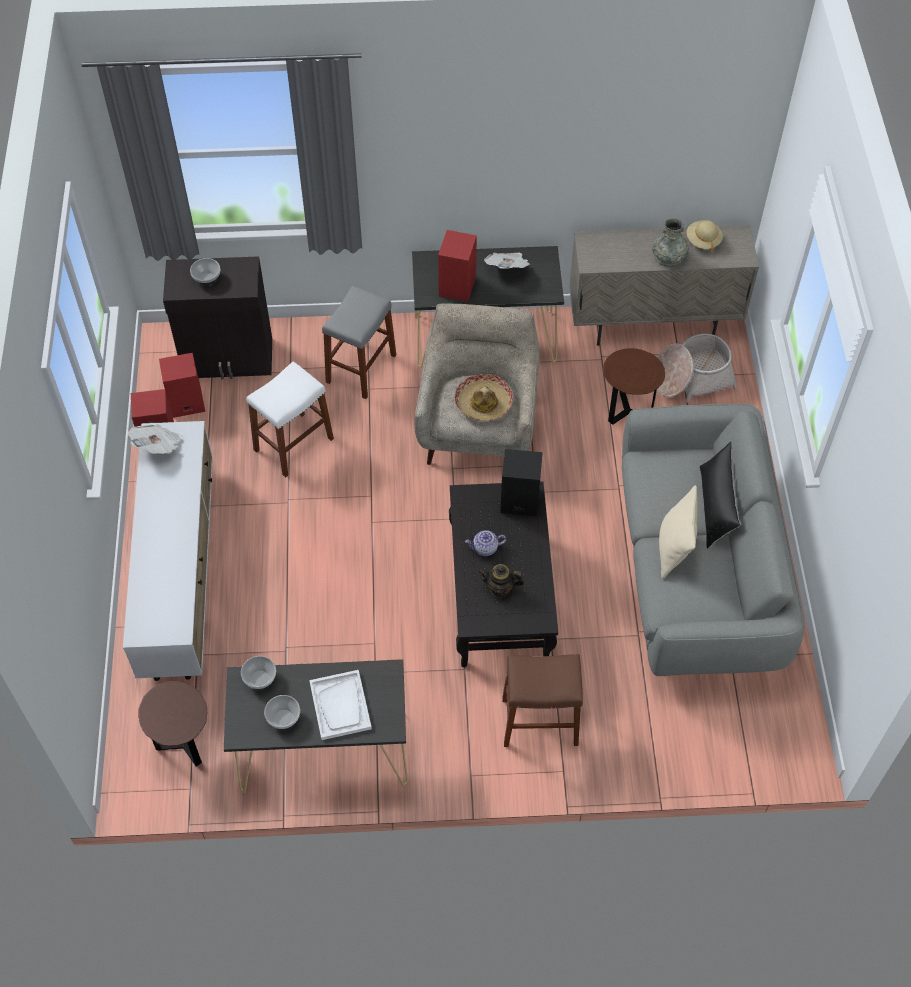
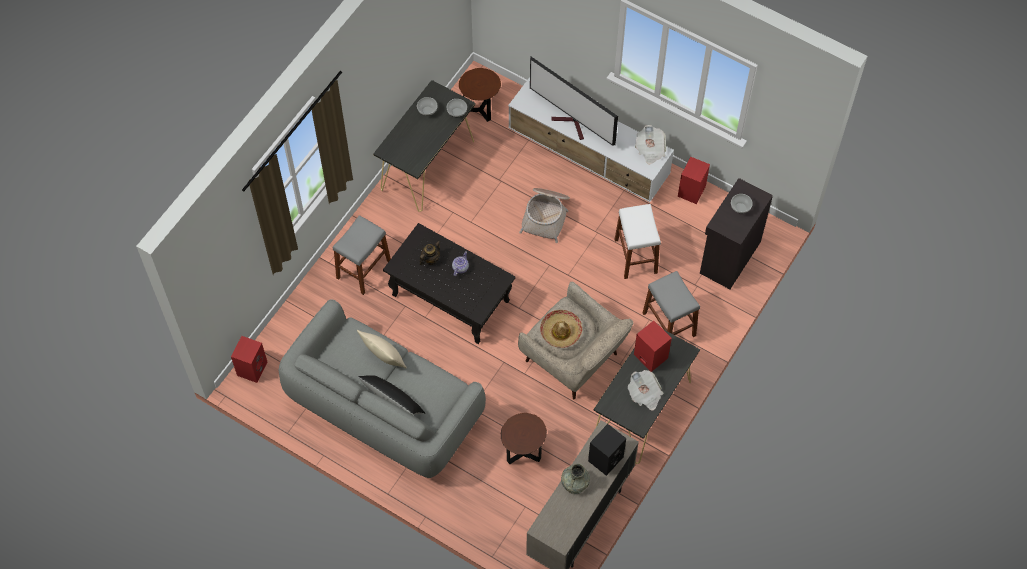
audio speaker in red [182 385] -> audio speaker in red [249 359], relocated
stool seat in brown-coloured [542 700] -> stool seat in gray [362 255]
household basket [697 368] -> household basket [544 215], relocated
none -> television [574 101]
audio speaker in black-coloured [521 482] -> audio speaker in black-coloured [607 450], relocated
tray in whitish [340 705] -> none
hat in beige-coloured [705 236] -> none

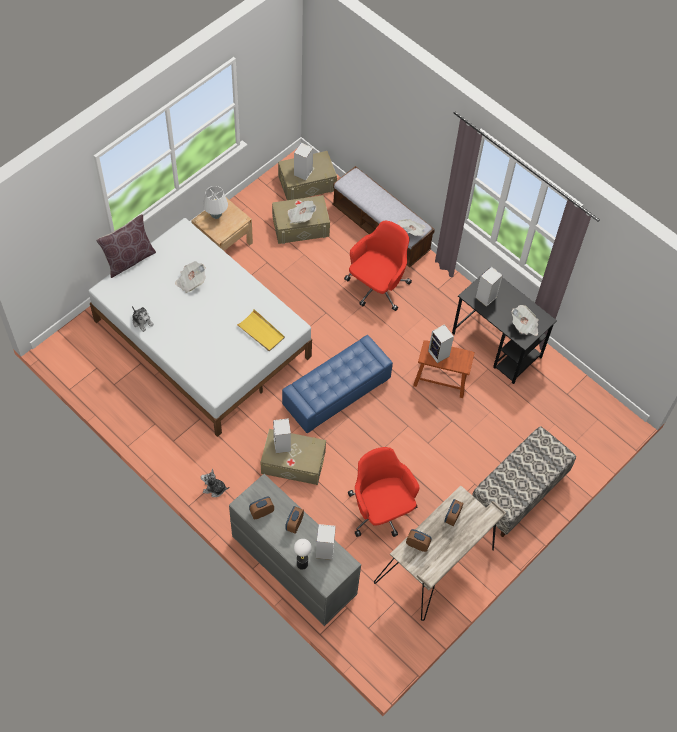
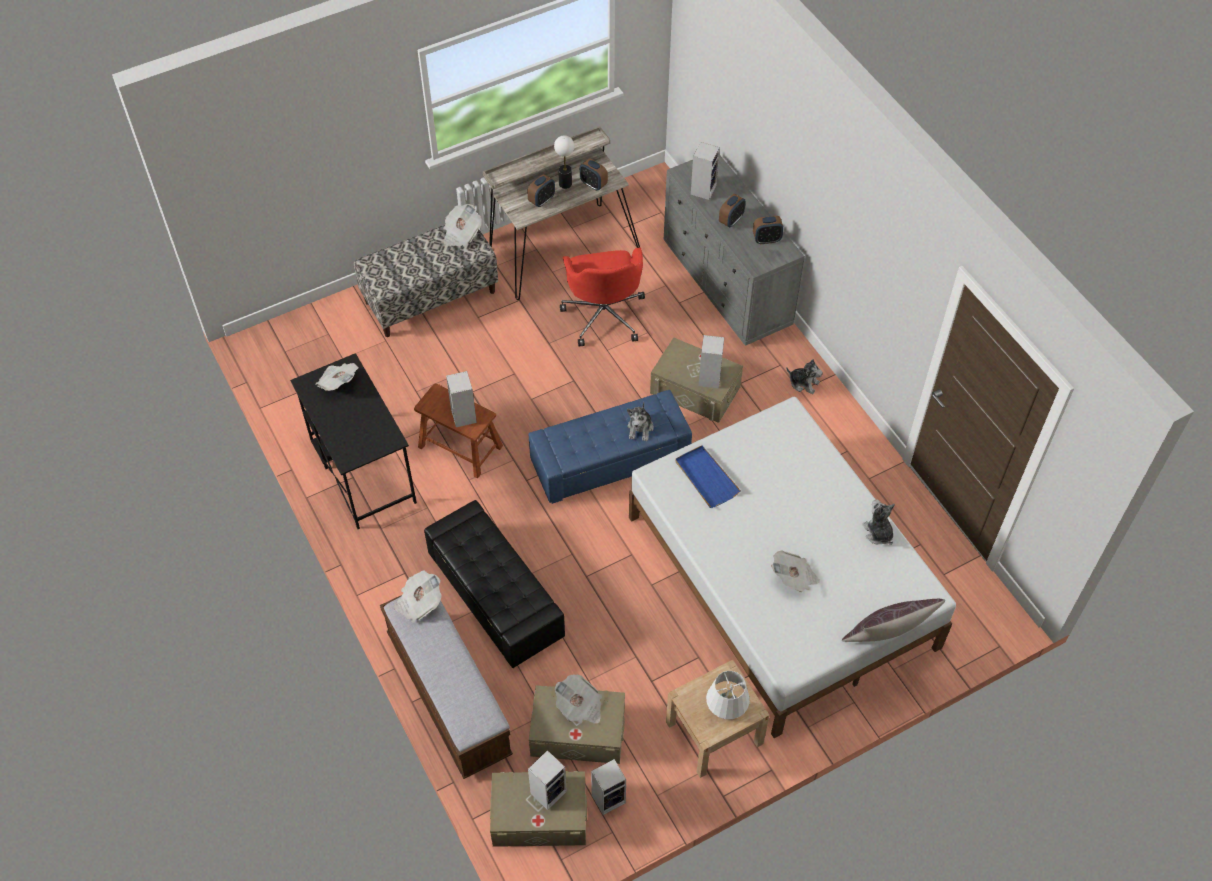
office chair in red [378 266] -> pouffe in black-coloured [494 584]
none -> newspaper [462 225]
lamp for a table [303 554] -> lamp for a table [564 162], relocated
audio speaker [489 286] -> audio speaker [608 787], relocated
none -> cuddly toy [640 421]
tray in yellow-coloured [260 330] -> tray in bluish [708 477]

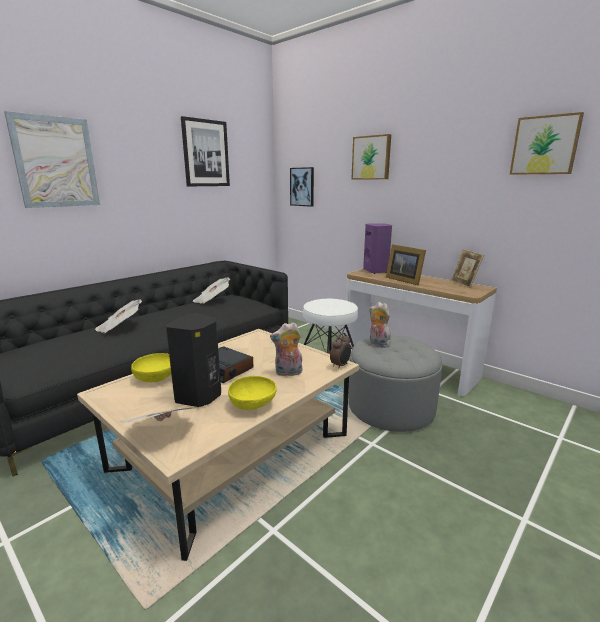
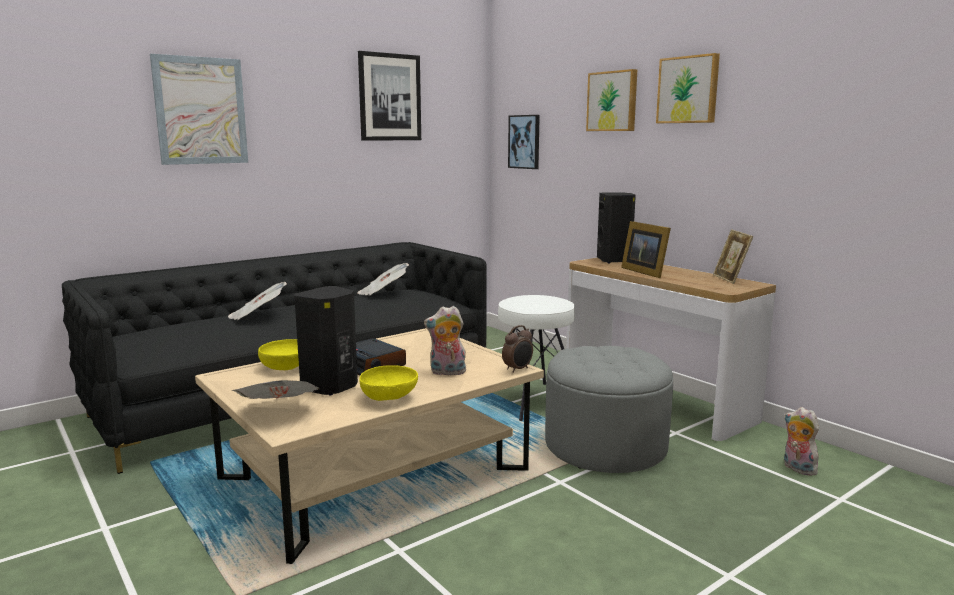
audio speaker in purple-coloured [377 248] -> audio speaker in black-coloured [616 227]
wall art [547 143] -> wall art [688 88], relocated
cuddly toy [379 325] -> cuddly toy [801 441], relocated

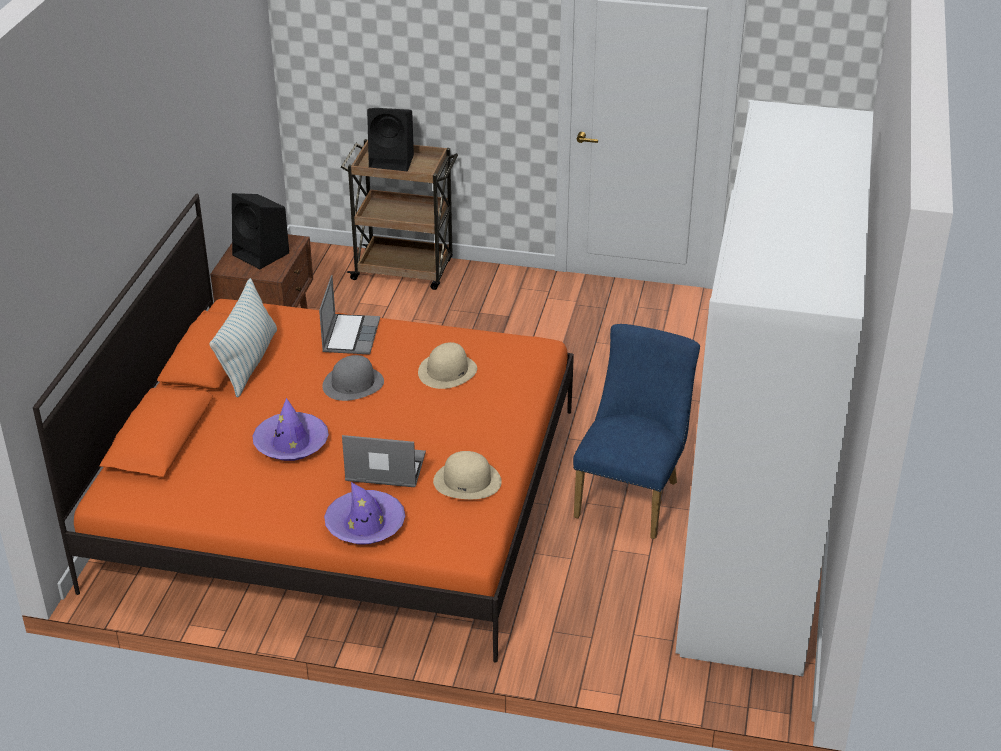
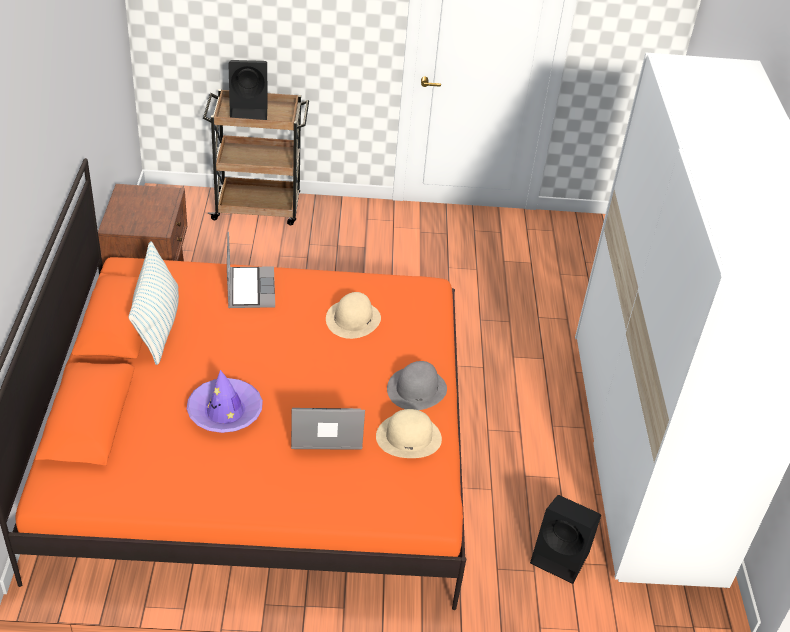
hat in gray [353 378] -> hat in gray [417 385], relocated
audio speaker in black-coloured [260 231] -> audio speaker in black-coloured [565 539], relocated
hat in purple-coloured [364 513] -> none
upright chair in bluish [636 431] -> none

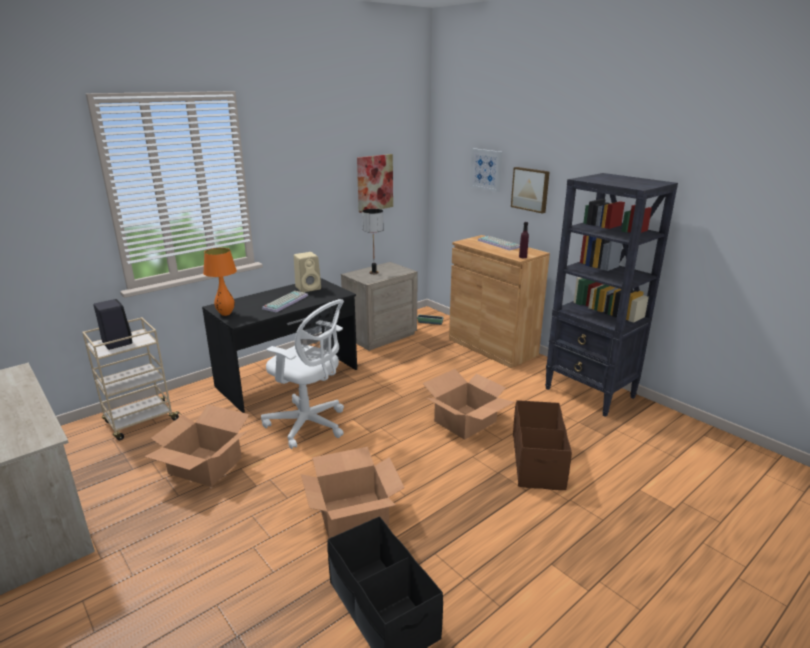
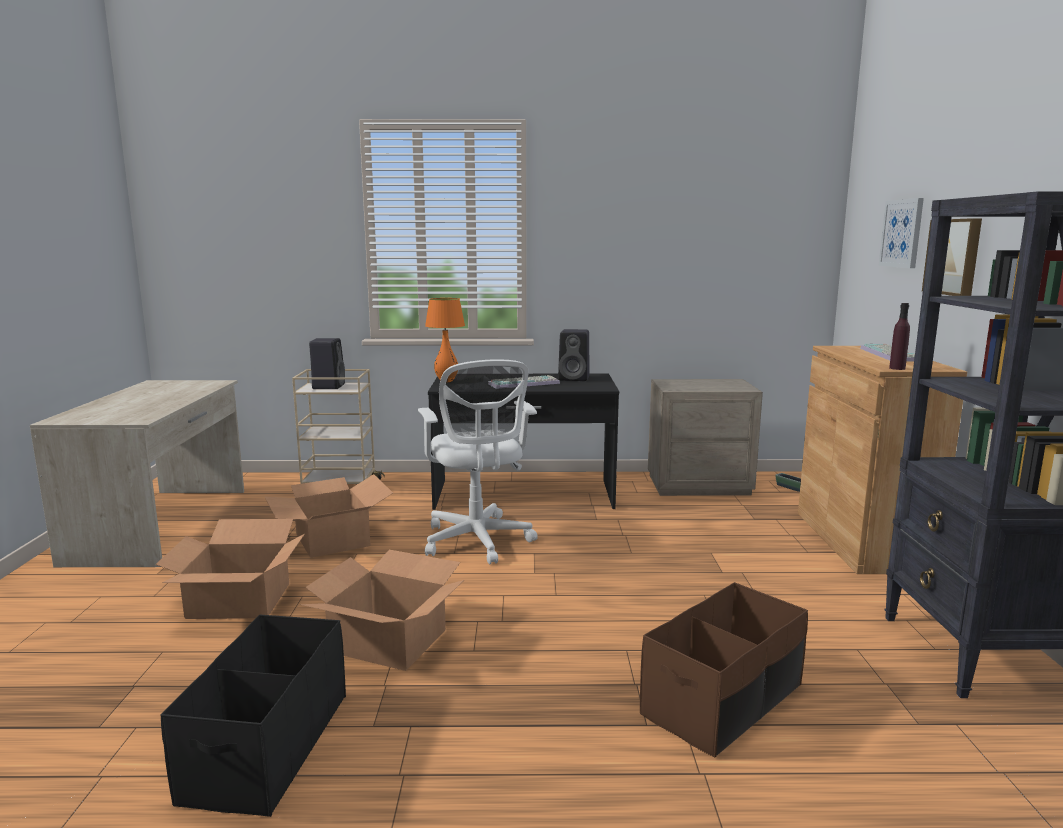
packing box [468 404] -> packing box [230 569], relocated
audio speaker in beige-coloured [307 272] -> audio speaker in black-coloured [574 355]
wall art [375 183] -> none
lamp for a table [373 241] -> none

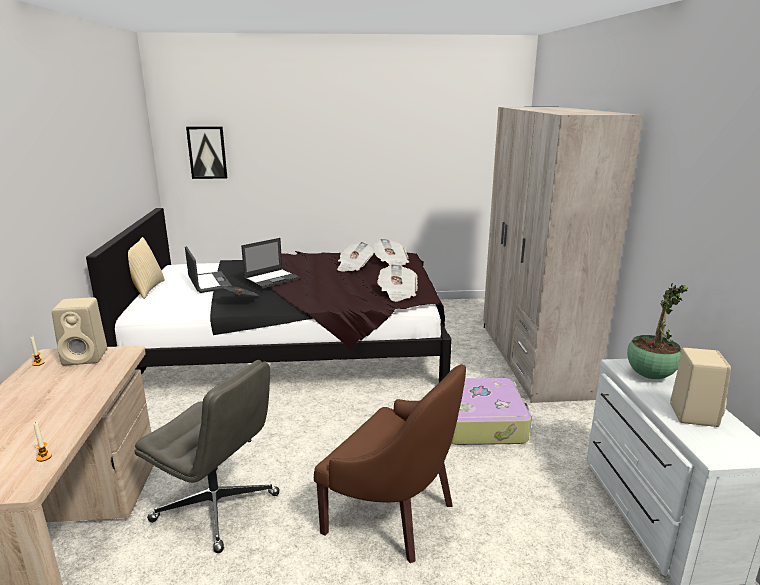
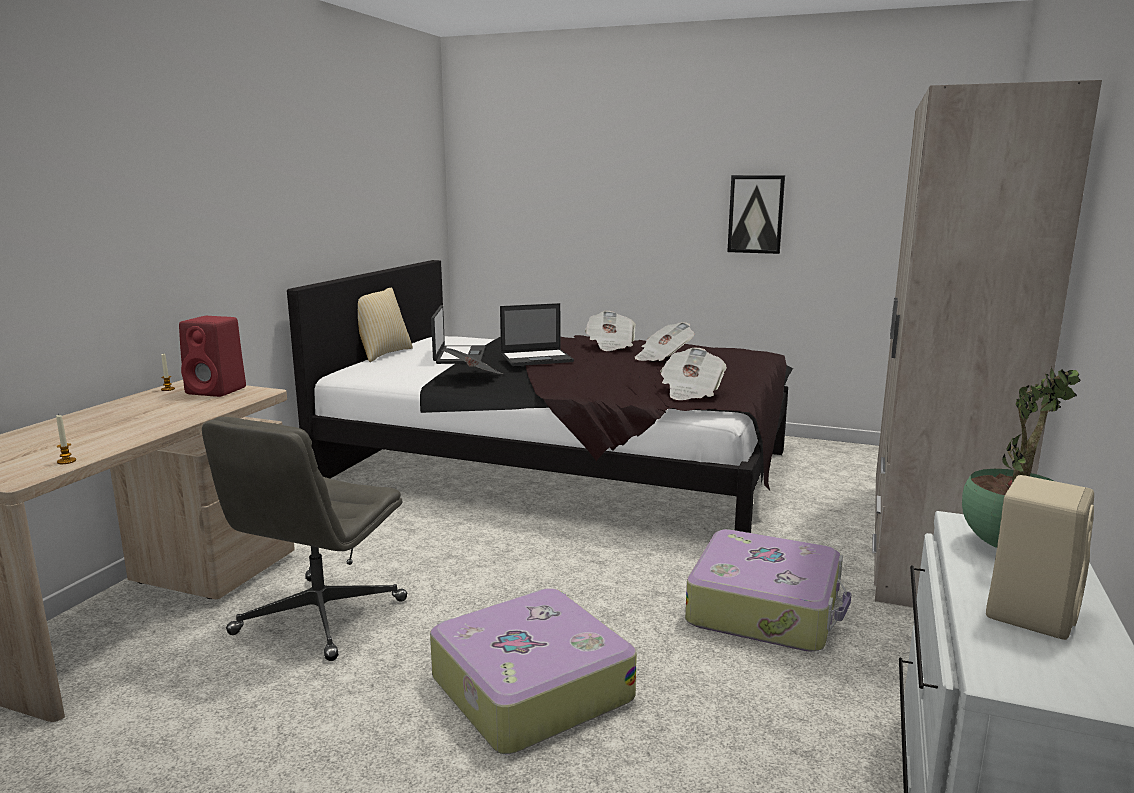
audio speaker in beige-coloured [79 331] -> audio speaker in red [212 356]
office chair in gray [207 456] -> office chair in gray [305 539], 60 degrees clockwise
armchair in brown-coloured [390 463] -> piece of luggage [533 671]
newspaper [391 252] -> newspaper [610 331], relocated
wall art [206 152] -> wall art [756 214], relocated

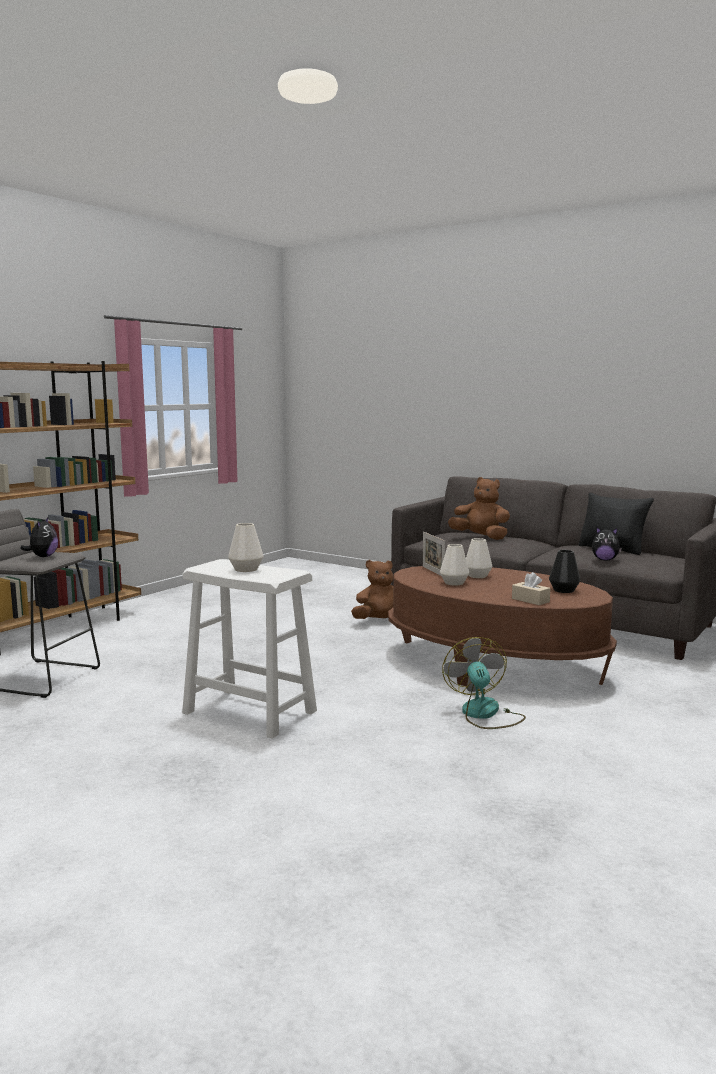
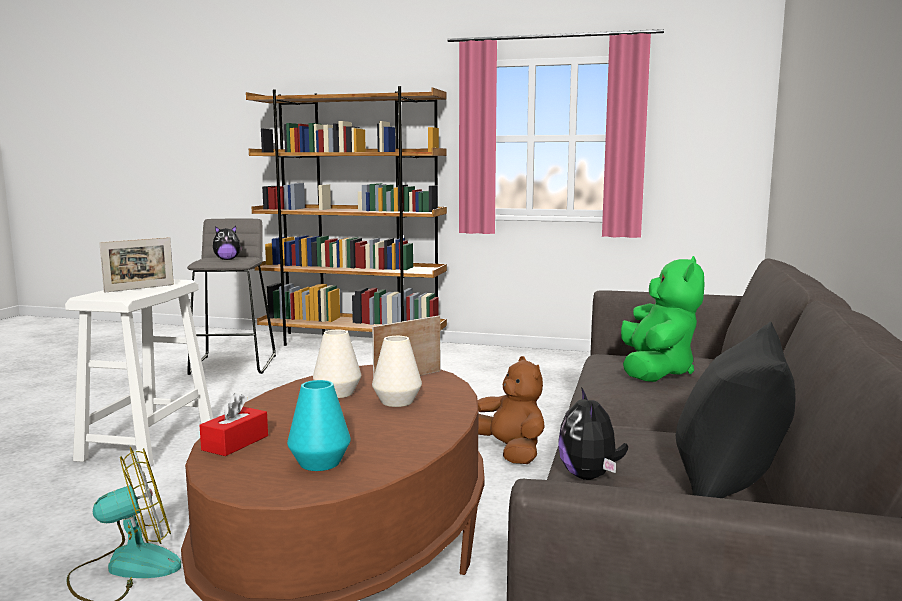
vase in whitish [246 547] -> photo frame [136 265]
tissue box in beige-coloured [531 588] -> tissue box in red [234 424]
vase in black-coloured [564 571] -> vase in blue-green [319 425]
cuddly toy in brown-coloured [479 508] -> cuddly toy in greenish [663 319]

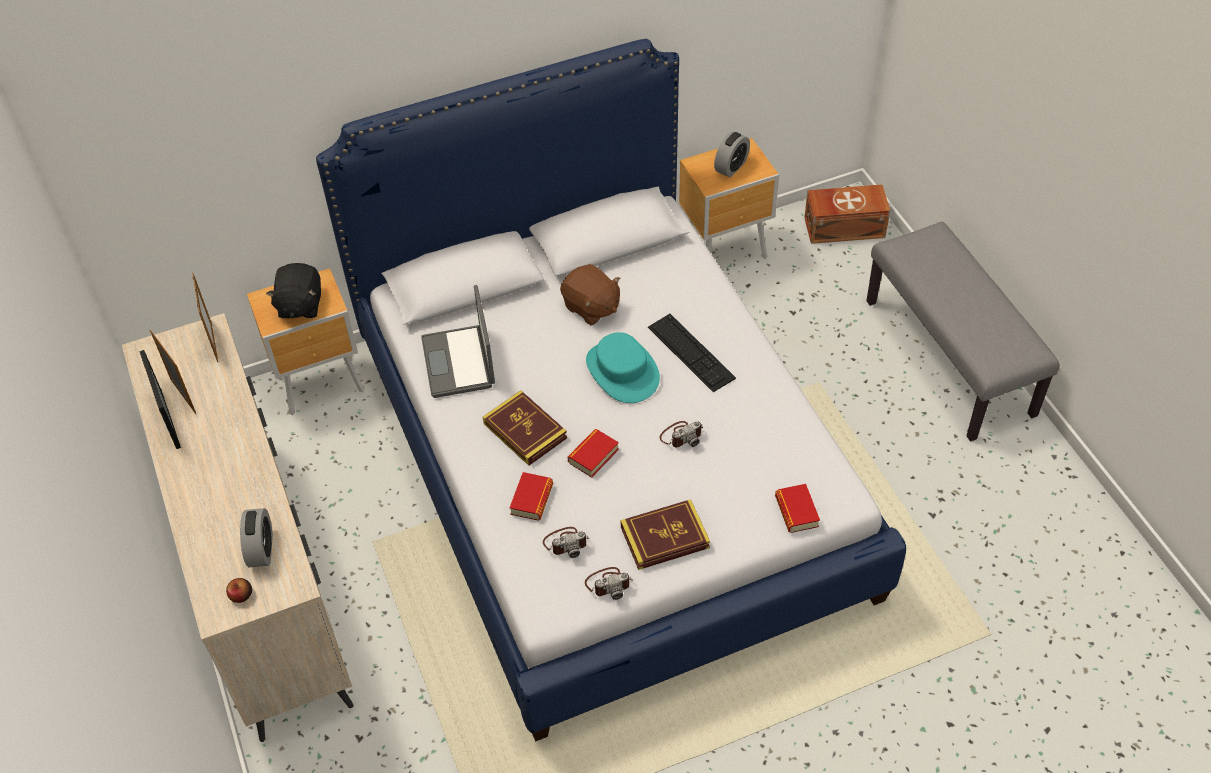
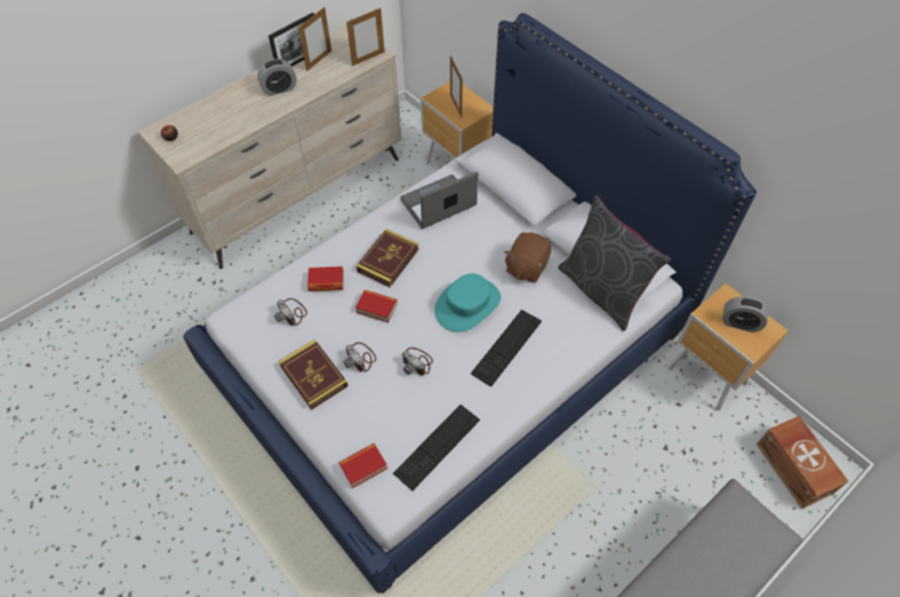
bedside clock [256 537] -> bedside clock [277 77], relocated
photo camera [608 583] -> photo camera [359 357], relocated
none -> computer keyboard [436 447]
cuddly toy in black-coloured [293 291] -> photo frame [456 86]
none -> cushion in gray [614 263]

